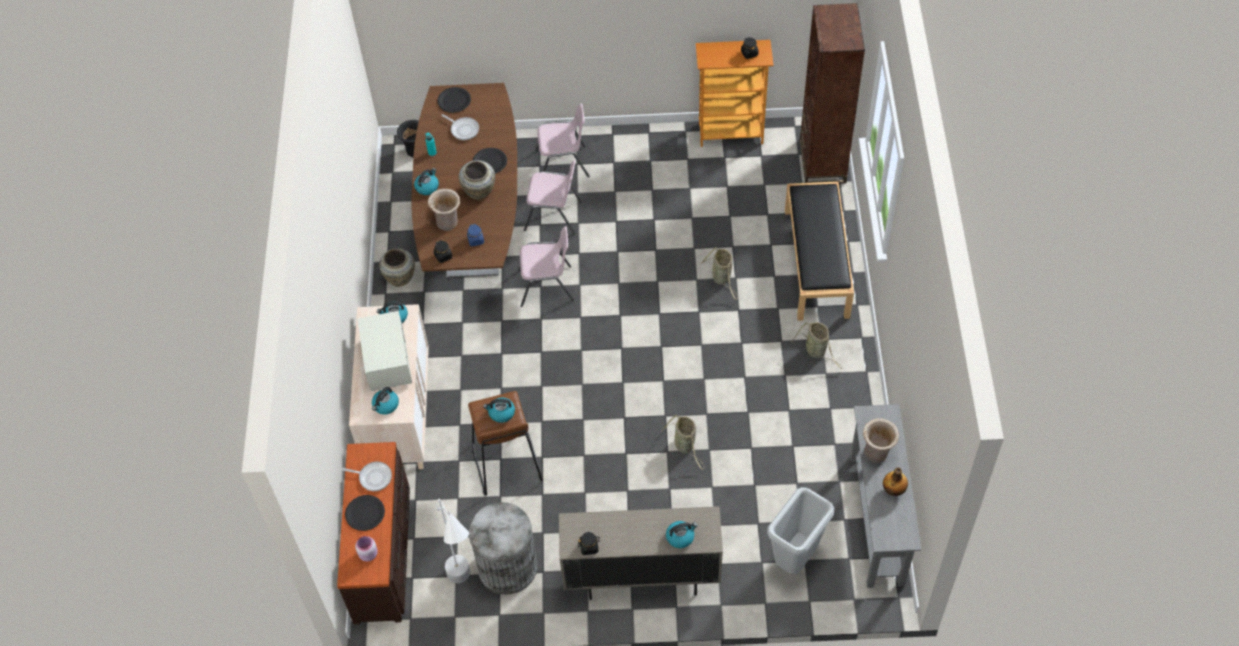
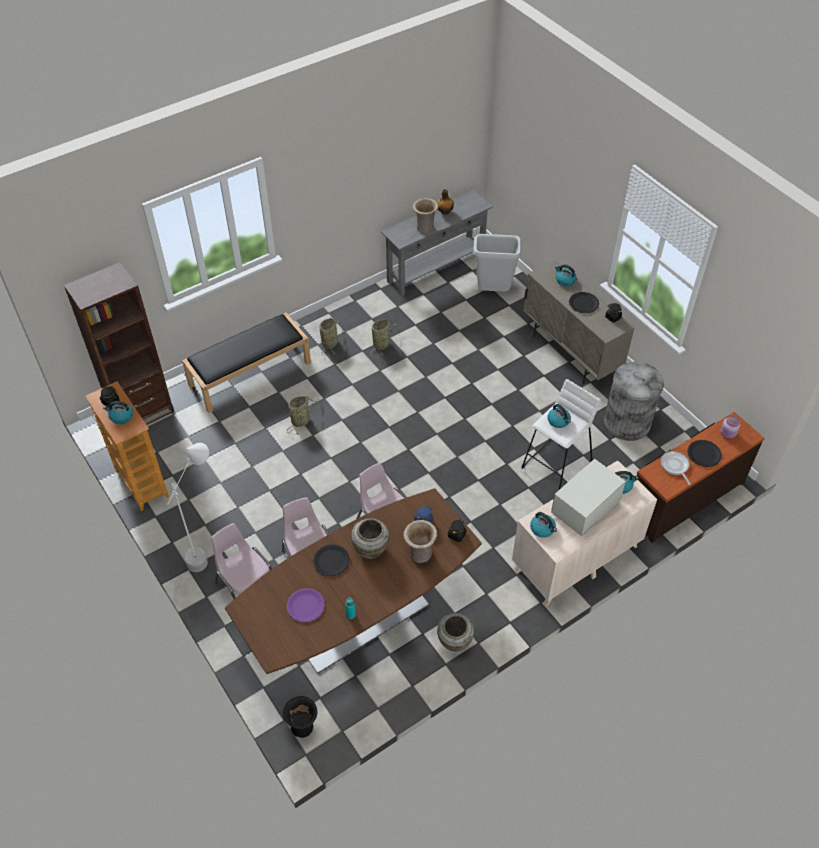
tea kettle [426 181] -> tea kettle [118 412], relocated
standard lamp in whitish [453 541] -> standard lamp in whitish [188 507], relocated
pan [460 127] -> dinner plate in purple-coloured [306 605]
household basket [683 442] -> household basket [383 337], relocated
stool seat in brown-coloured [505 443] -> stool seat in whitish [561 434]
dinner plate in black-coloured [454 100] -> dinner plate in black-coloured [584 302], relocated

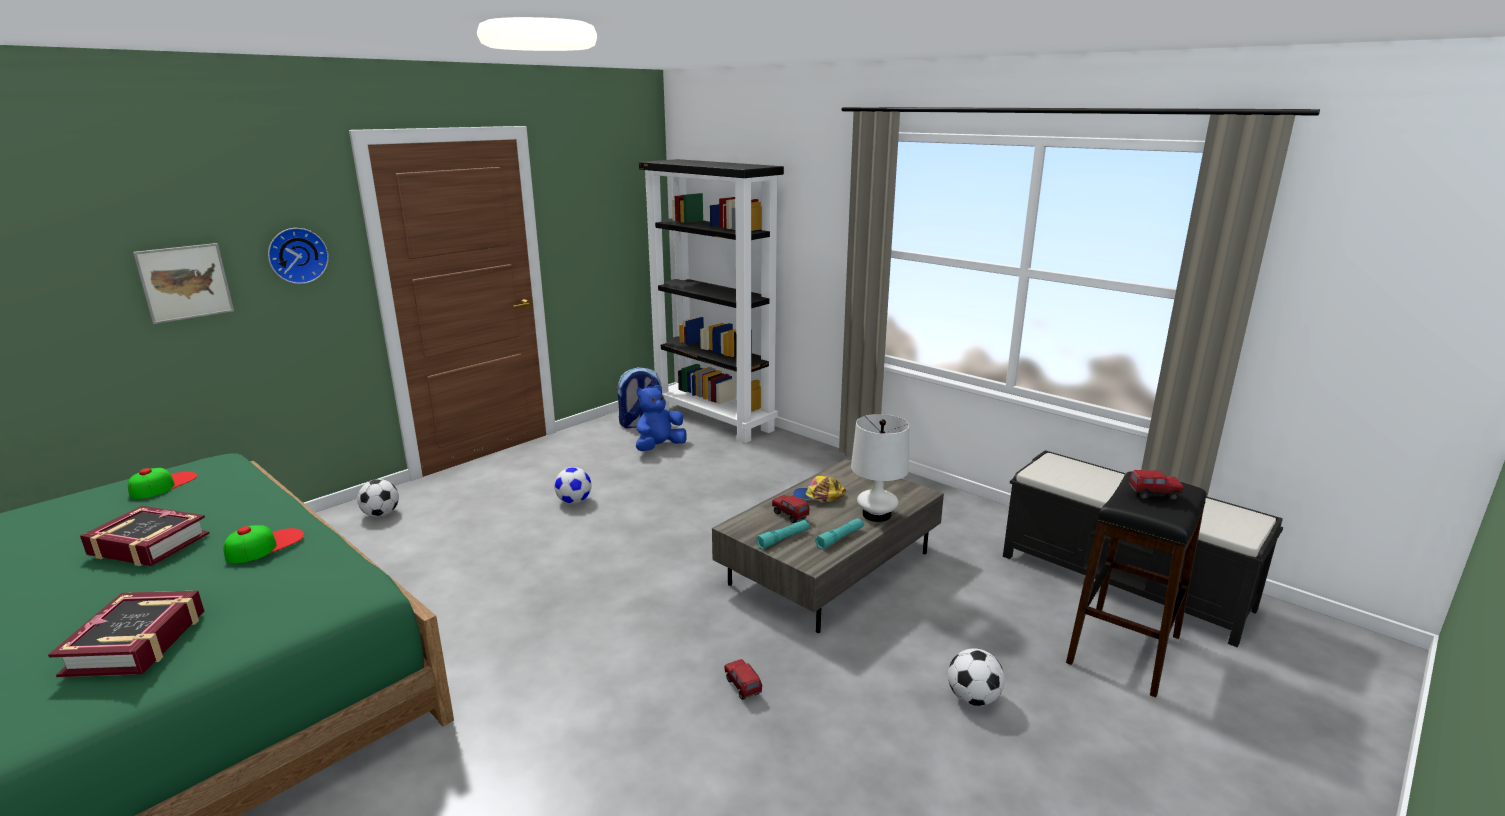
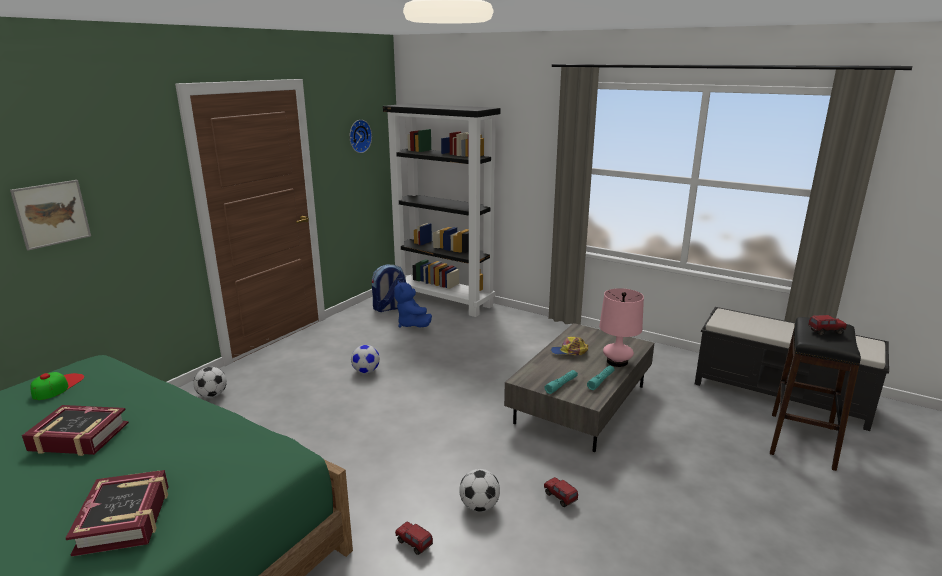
wall clock [298 256] -> wall clock [360 136], relocated
cuddly toy in bluish [661 418] -> cuddly toy in bluish [413 304], 60 degrees counterclockwise
toy lorry [791 509] -> toy lorry [414 538], relocated
ball for football [976 677] -> ball for football [479 490], relocated
lamp for a table in whitish [880 468] -> lamp for a table in pink-coloured [621 327]
peaked cap [263 544] -> none

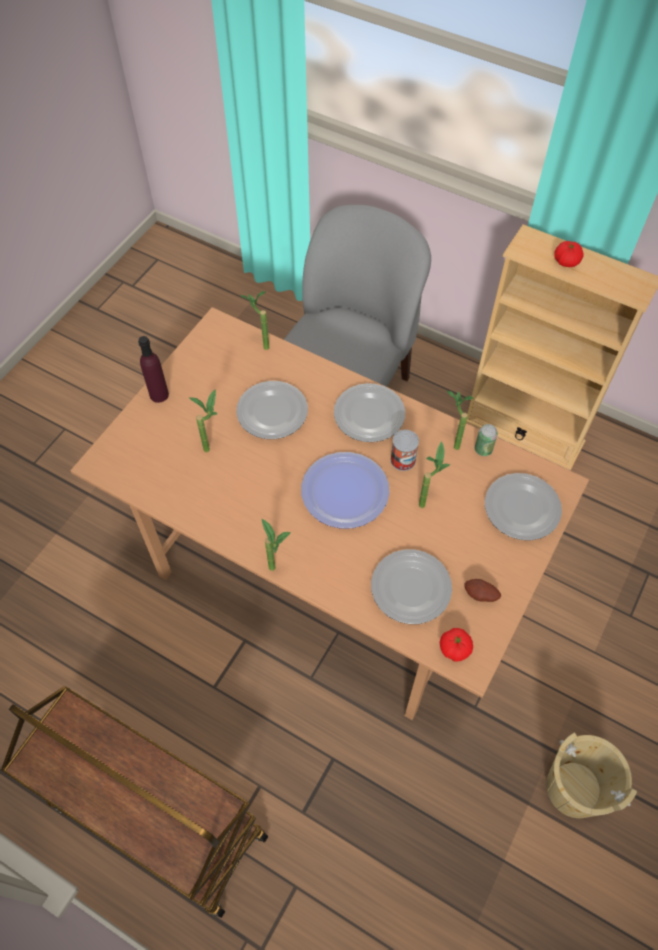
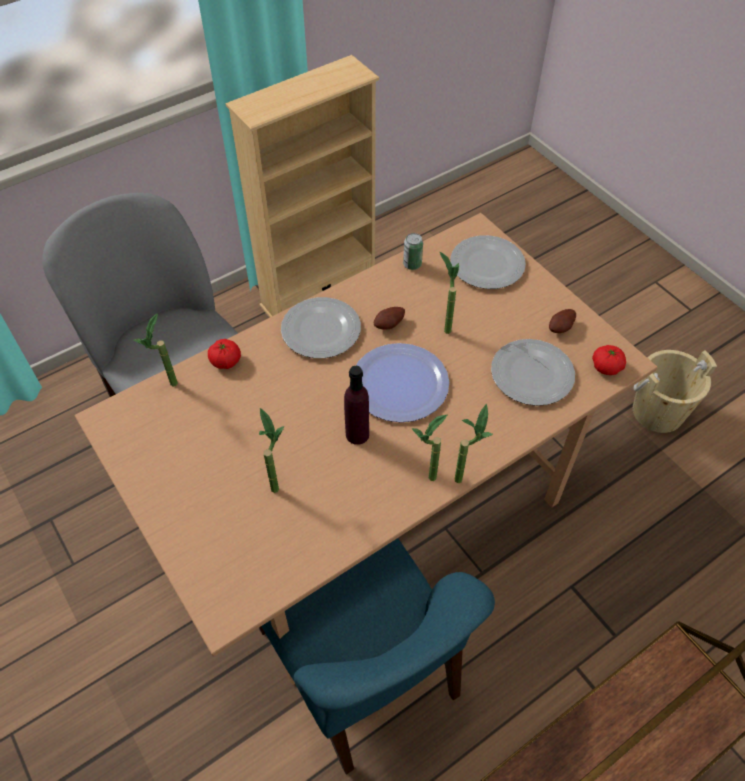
tomato [569 254] -> tomato [224 354], relocated
none -> upright chair in bluish [377 656]
beverage bottle in purple-coloured [153 369] -> beverage bottle in purple-coloured [356 405], relocated
can [404 450] -> whole potato [389 318]
potted plant [460 420] -> potted plant [429 448], relocated
dinner plate [272 410] -> none

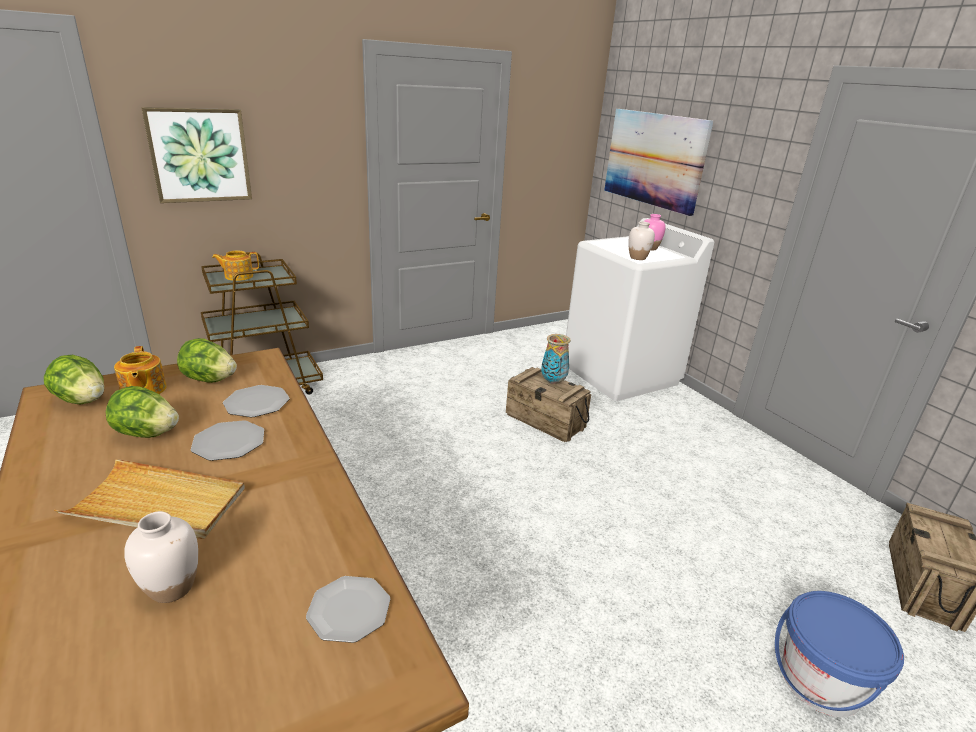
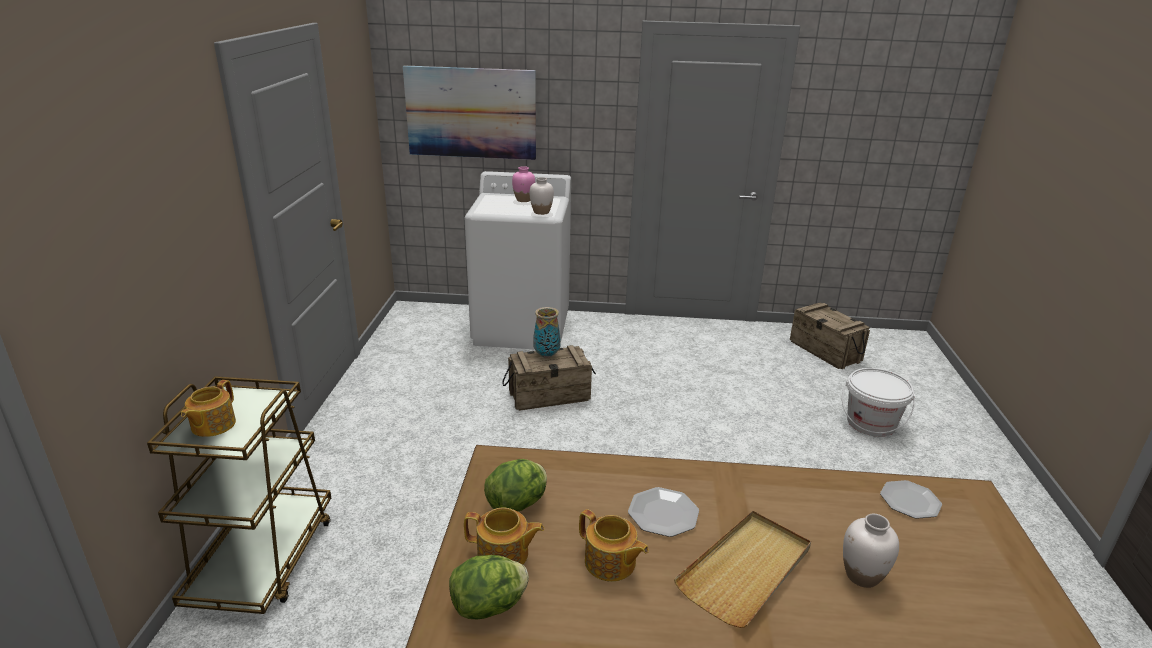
head of lettuce [142 412] -> teapot [614 545]
water bucket in bluish [839 654] -> water bucket in whitish [878 402]
wall art [196 155] -> none
dinner plate [256 401] -> none

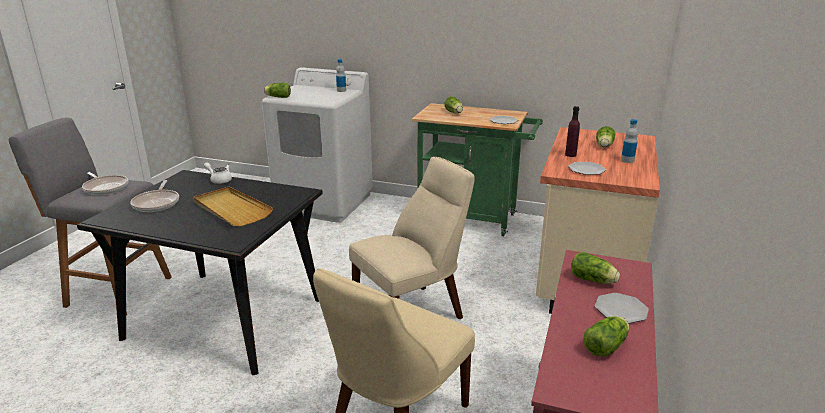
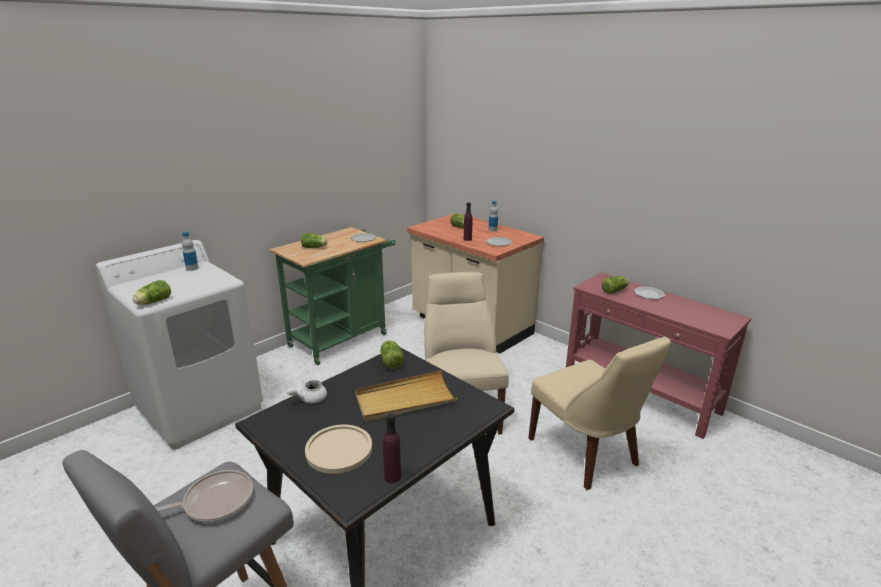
pan [154 196] -> dinner plate in beige-coloured [338 449]
head of lettuce [606 336] -> head of lettuce [392 354], relocated
none -> beverage bottle in purple-coloured [392 448]

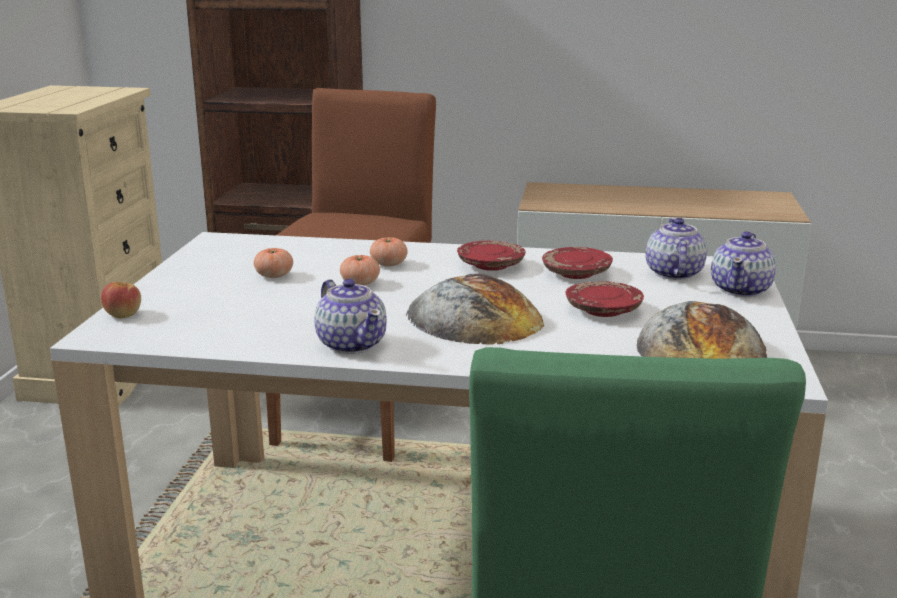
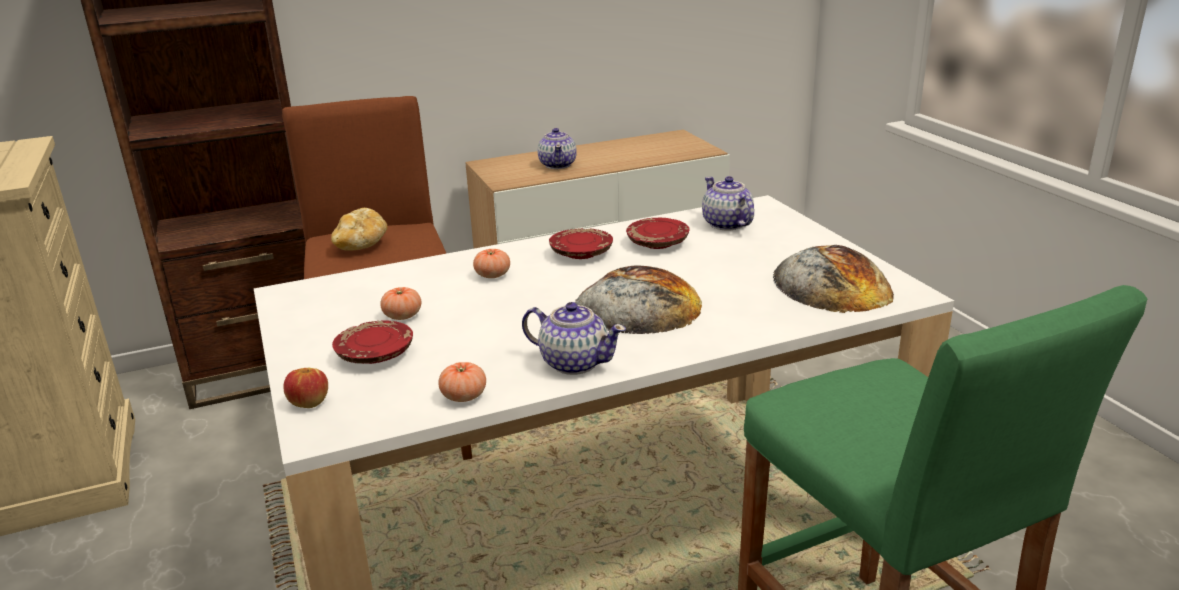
none -> baked bread [359 229]
dinner plate in red [604 299] -> dinner plate in red [372 342], relocated
tomato [360 270] -> tomato [462 382], relocated
teapot [743 264] -> teapot [557 148], relocated

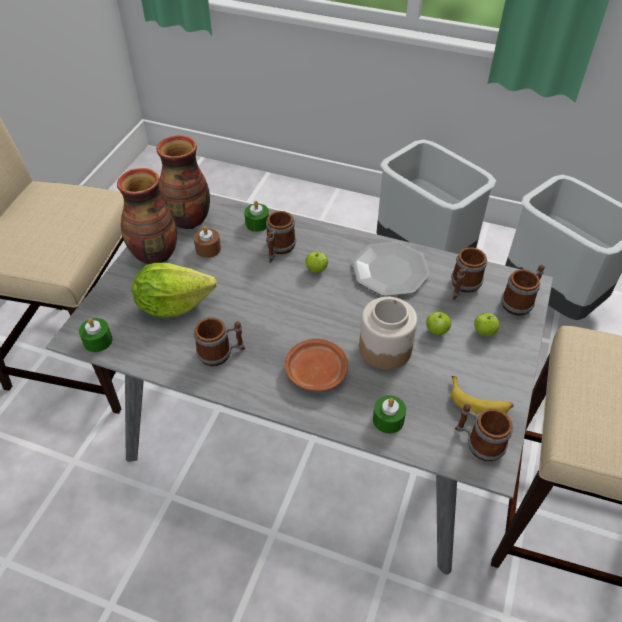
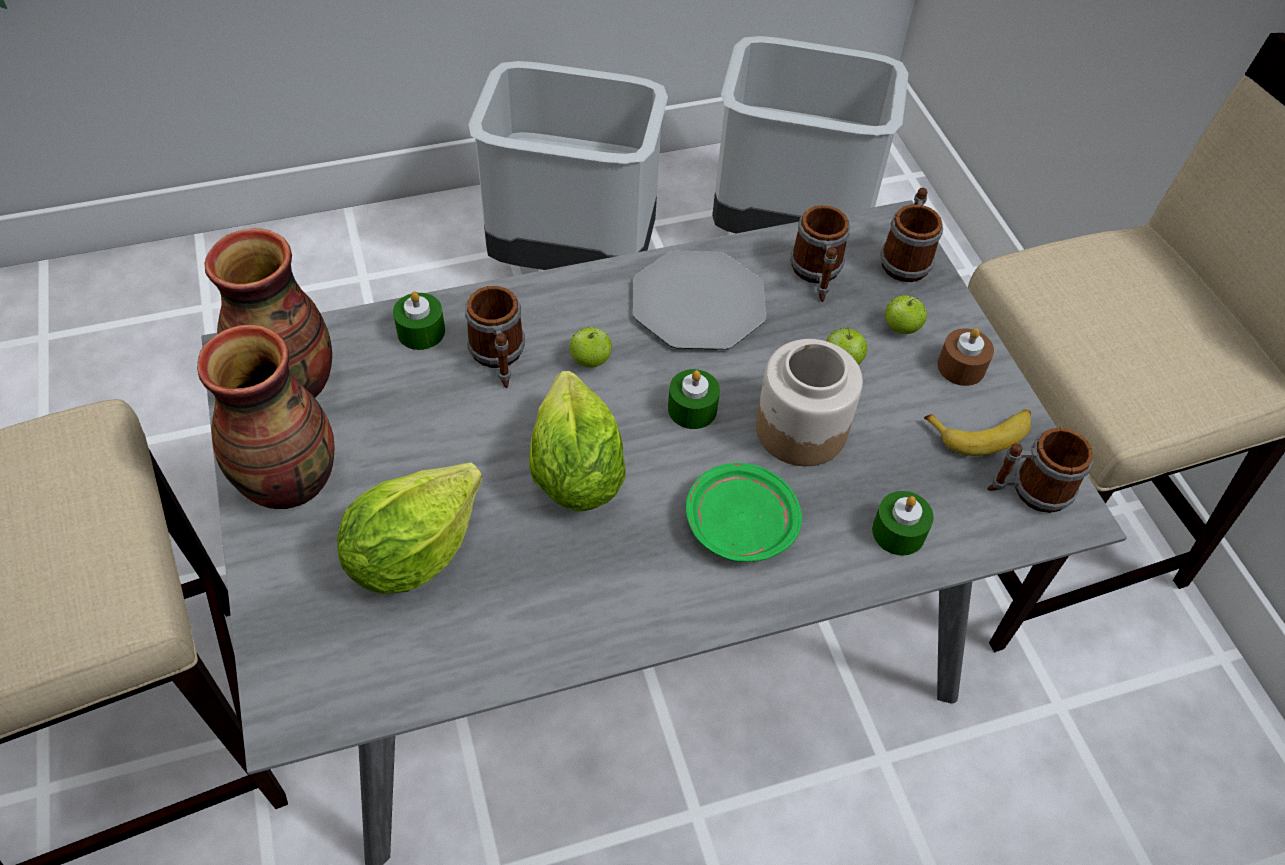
none -> head of lettuce [577 441]
candle in greenish [96 335] -> candle in greenish [694 399], relocated
dinner plate in brown-coloured [316 364] -> dinner plate in greenish [744 512]
candle in brown-coloured [207 242] -> candle in brown-coloured [965 357], relocated
coffee mug [220 342] -> none

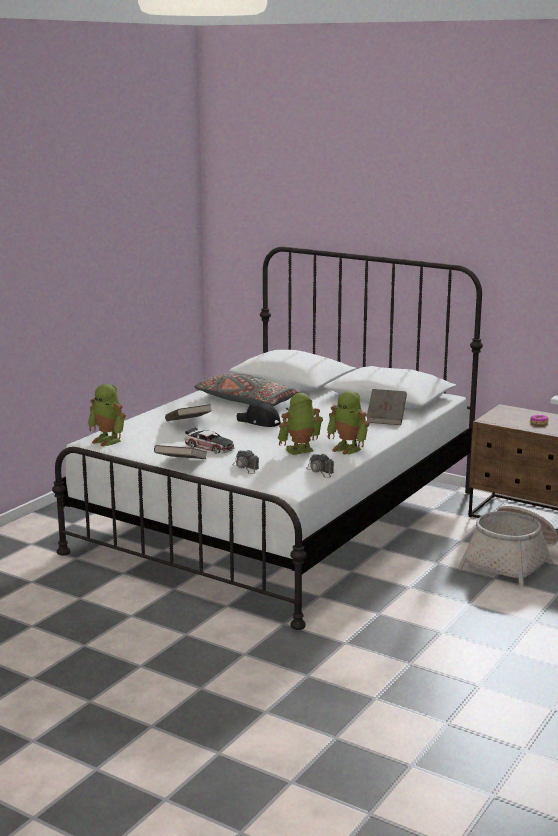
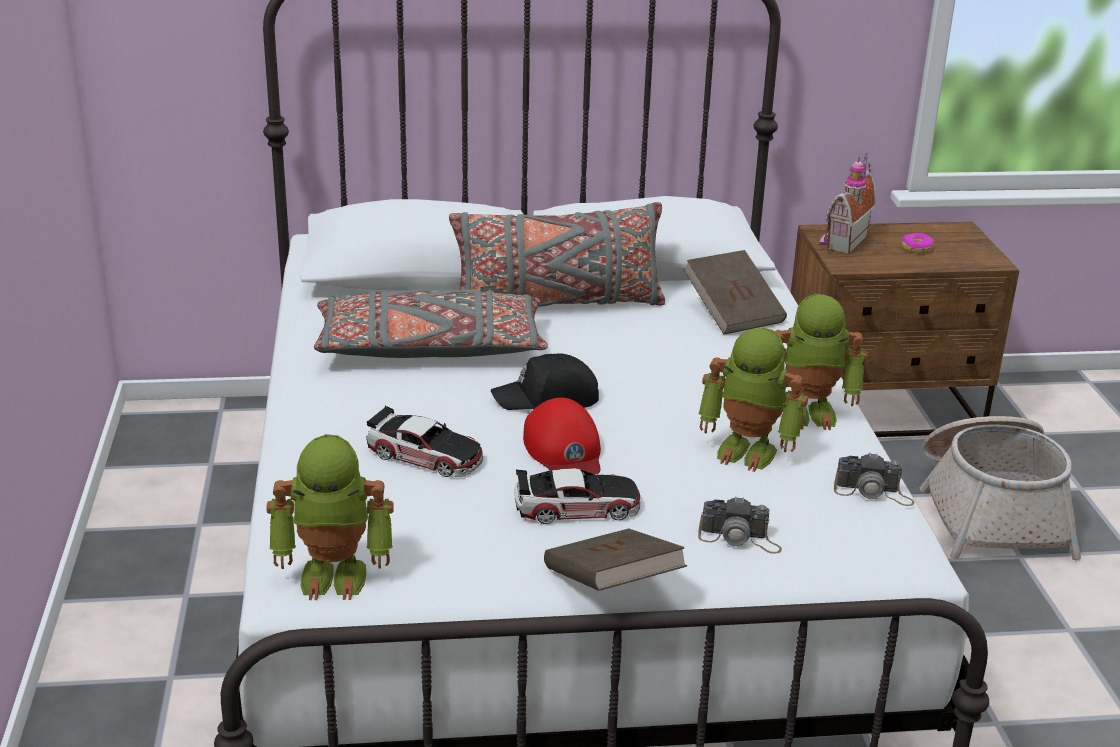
bound book in brown-coloured [188 412] -> model car [424 441]
none -> cushion in gray [557 254]
none -> peaked cap in red [562 435]
toy robot [300 424] -> toy robot [753 399], 90 degrees counterclockwise
none -> toy house [847 203]

